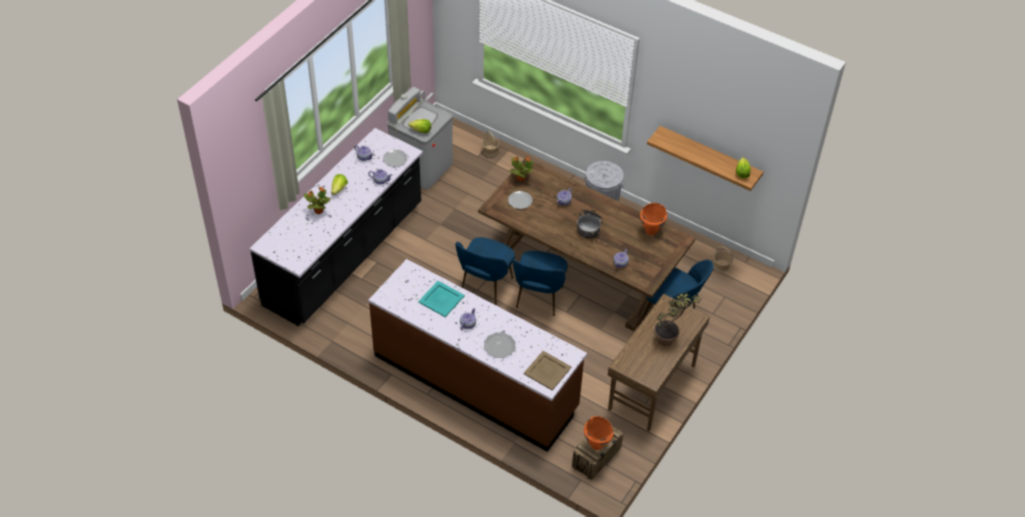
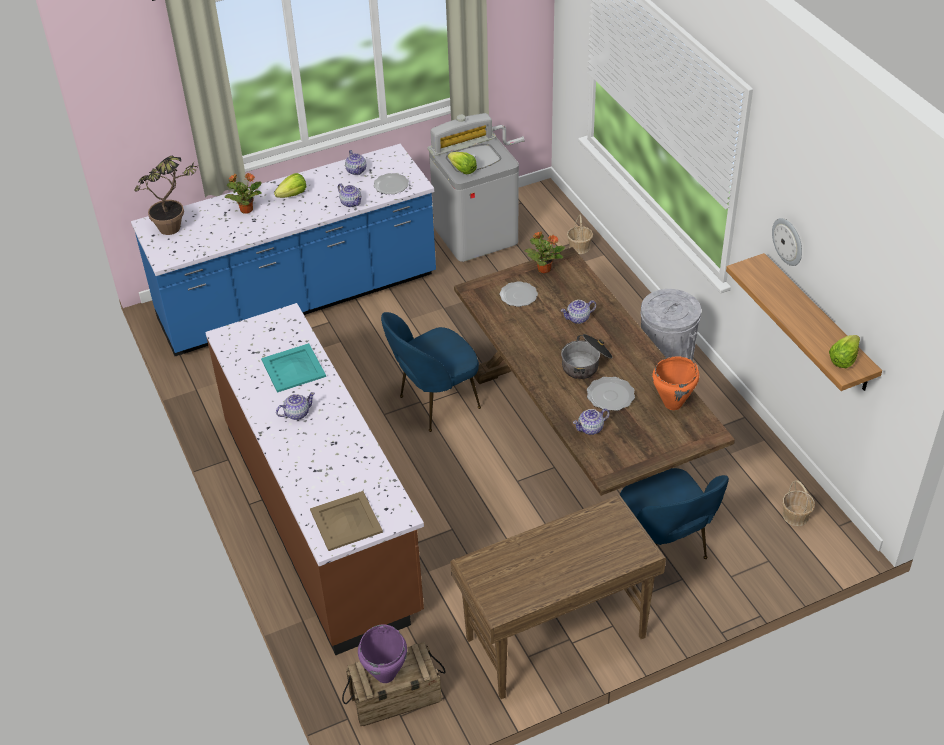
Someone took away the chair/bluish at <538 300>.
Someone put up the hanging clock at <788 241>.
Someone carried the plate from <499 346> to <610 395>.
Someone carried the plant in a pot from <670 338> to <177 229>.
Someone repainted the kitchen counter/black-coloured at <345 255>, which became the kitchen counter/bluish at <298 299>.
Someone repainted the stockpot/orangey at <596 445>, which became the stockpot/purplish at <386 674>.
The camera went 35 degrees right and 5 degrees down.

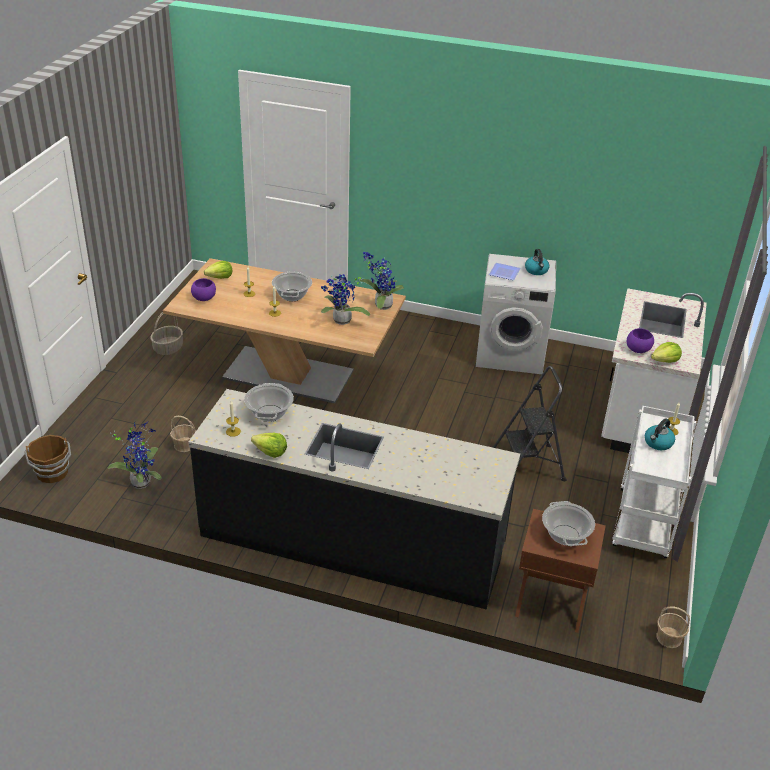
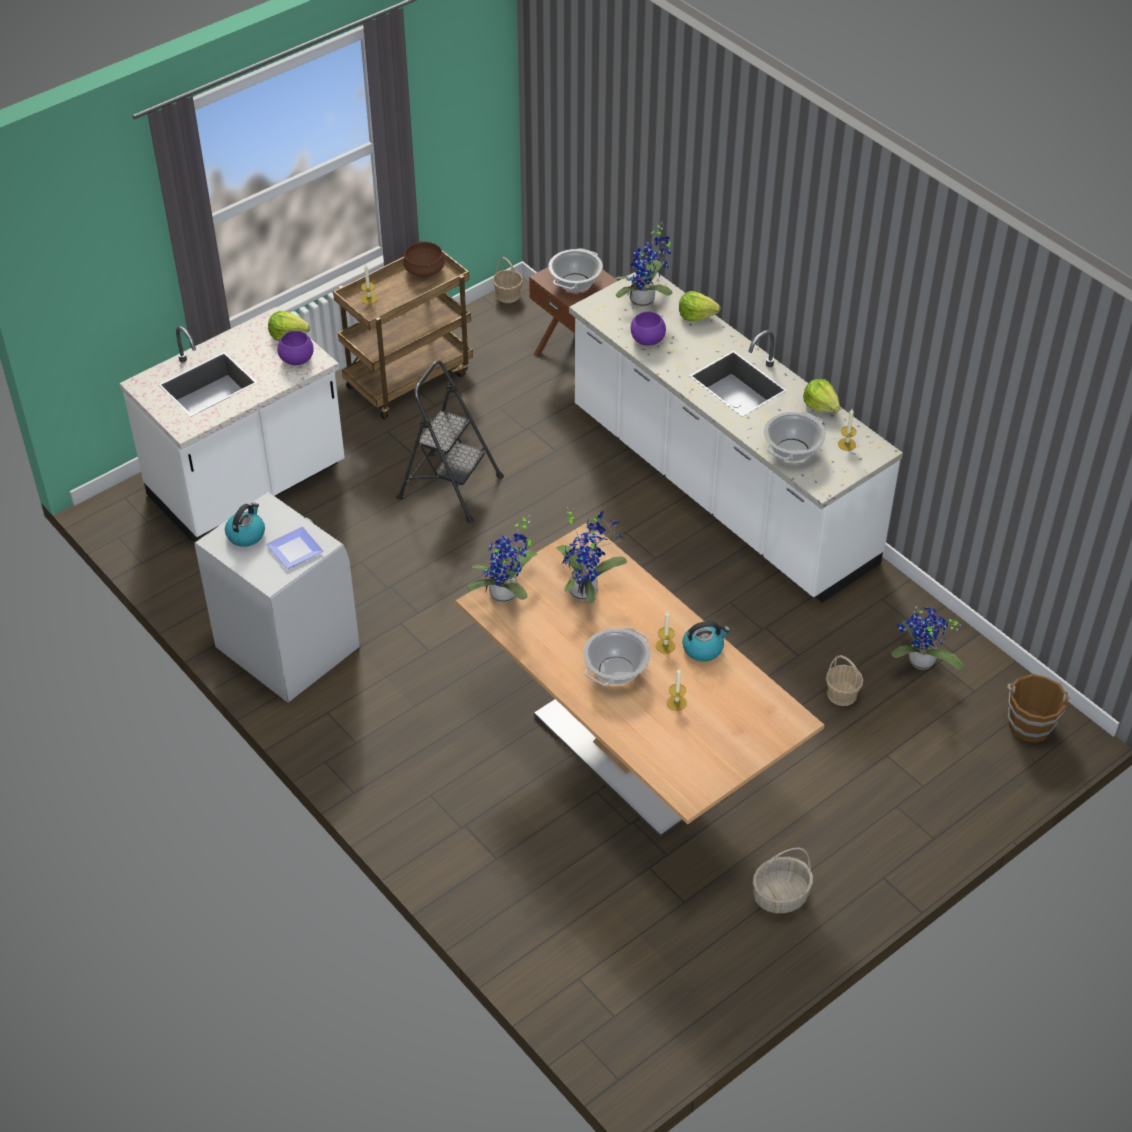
Someone put down the stockpot/brown at <424 270>.
Someone put down the plant in a pot at <645 301>.
Someone carried the bowl/purplish from <204 298> to <647 339>.
Someone carried the lettuce from <220 277> to <696 315>.
Someone carried the kettle from <658 443> to <703 648>.
Someone repainted the kitchen counter/black-coloured at <352 542>, which became the kitchen counter/white-coloured at <720 488>.
Someone repainted the cart/white-coloured at <643 525>, which became the cart/brown at <408 379>.
The camera went 145 degrees left and 10 degrees up.

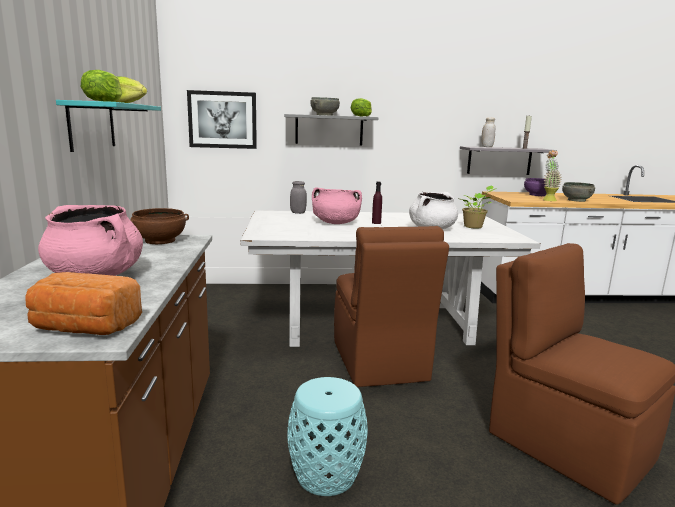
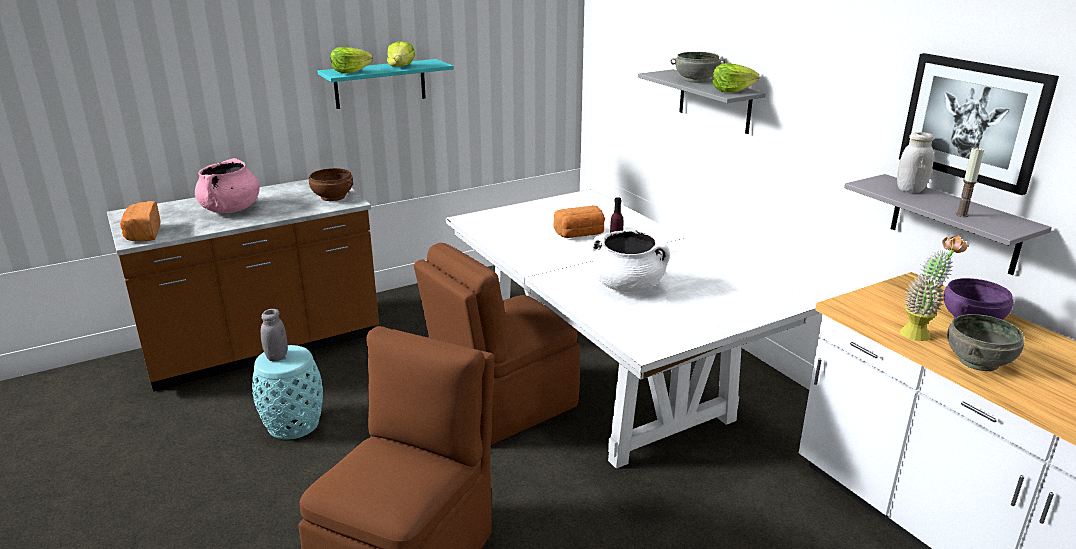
Someone took away the plant in a pot at <474 227>.
Someone carried the picture from <222 120> to <973 121>.
Someone carried the jar/gray from <298 213> to <276 356>.
Someone swapped the stockpot/pinkish at <335 223> for the bakery bread at <580 234>.
The camera went 65 degrees right and 10 degrees up.

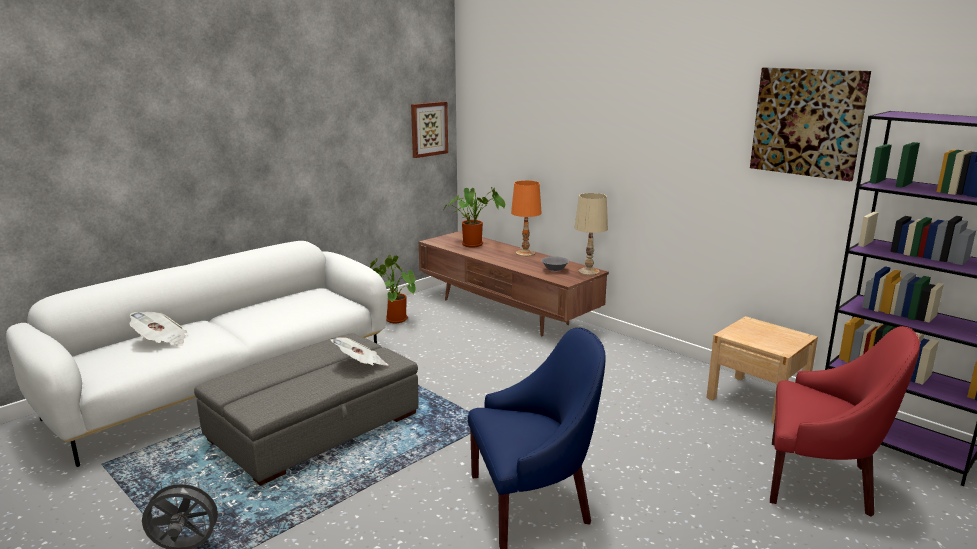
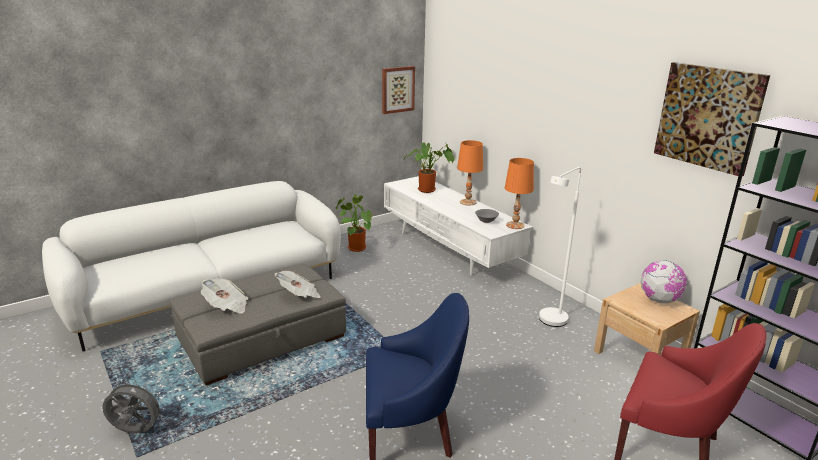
Someone put down the standing lamp/white-coloured at <550 322>.
Someone put down the world globe at <659 300>.
Someone carried the printed paper from <161 341> to <226 306>.
Someone repainted the tv unit/brown at <507 311>, which became the tv unit/white-coloured at <450 248>.
Someone repainted the tabletop lamp/beige-coloured at <588 271>, which became the tabletop lamp/orangey at <515 225>.
The camera went 10 degrees right and 5 degrees up.

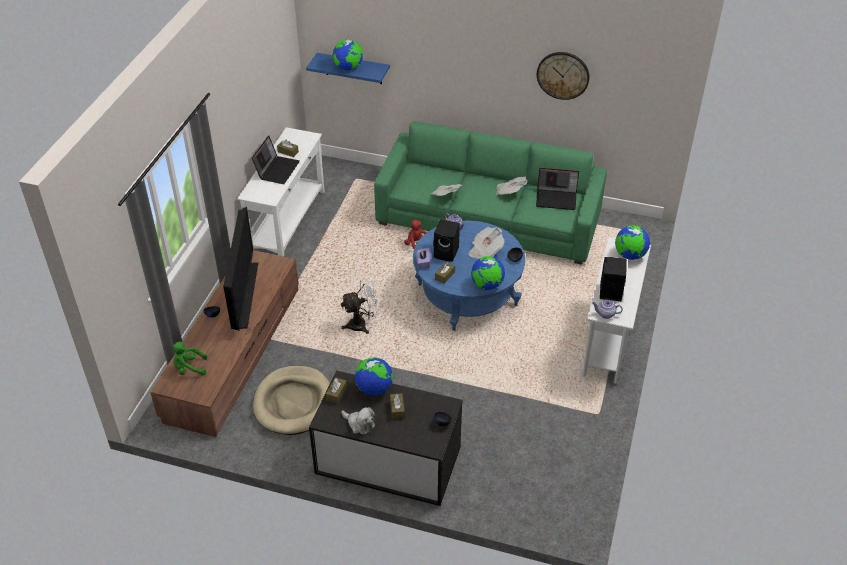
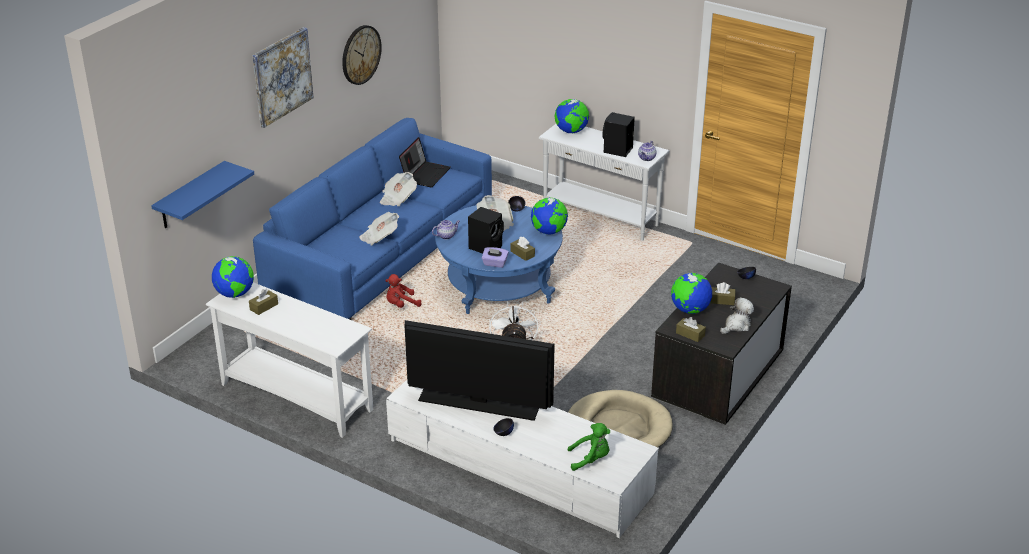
Someone took away the portable computer at <277 169>.
Someone put up the picture at <282 76>.
Someone carried the world globe from <348 68> to <235 294>.
Someone repainted the tv unit/brown at <233 351>, which became the tv unit/white-coloured at <518 467>.
Someone repainted the sofa/greenish at <489 218>, which became the sofa/bluish at <381 250>.
Someone rotated the soft toy/greenish at <189 368> by 105 degrees counterclockwise.
The camera went 75 degrees left and 10 degrees down.

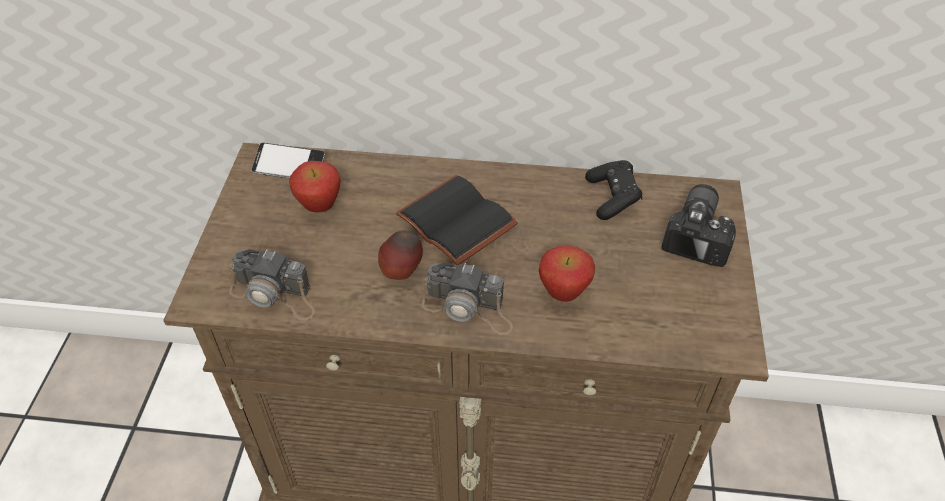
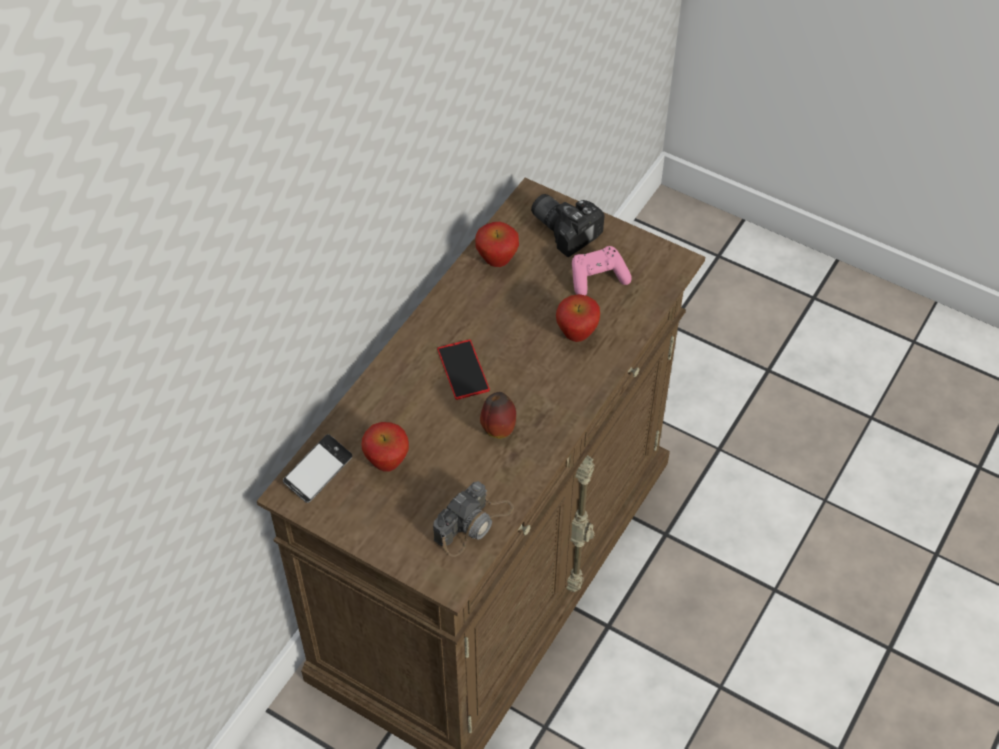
Someone took away the still camera at <469 308>.
Someone put down the joypad/pinkish at <597 278>.
Someone swapped the volume/black-coloured at <460 220> for the handset at <463 369>.
Someone swapped the joypad/black-coloured at <612 198> for the whole apple at <497 261>.
The camera went 65 degrees left and 5 degrees up.

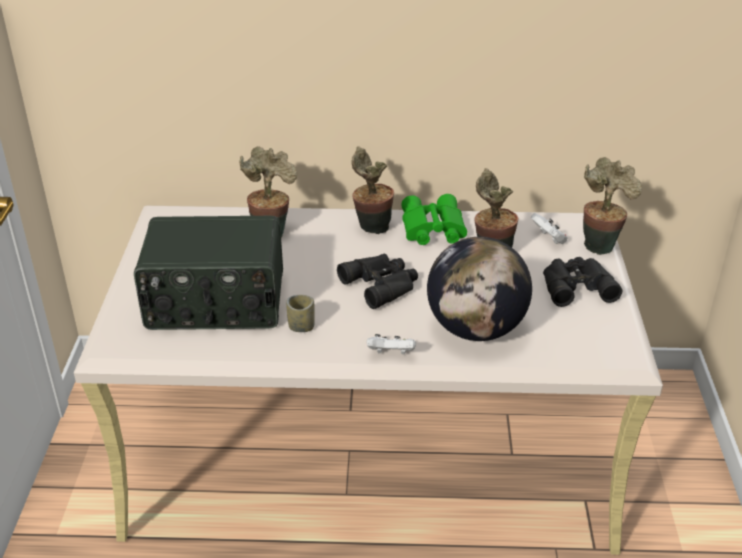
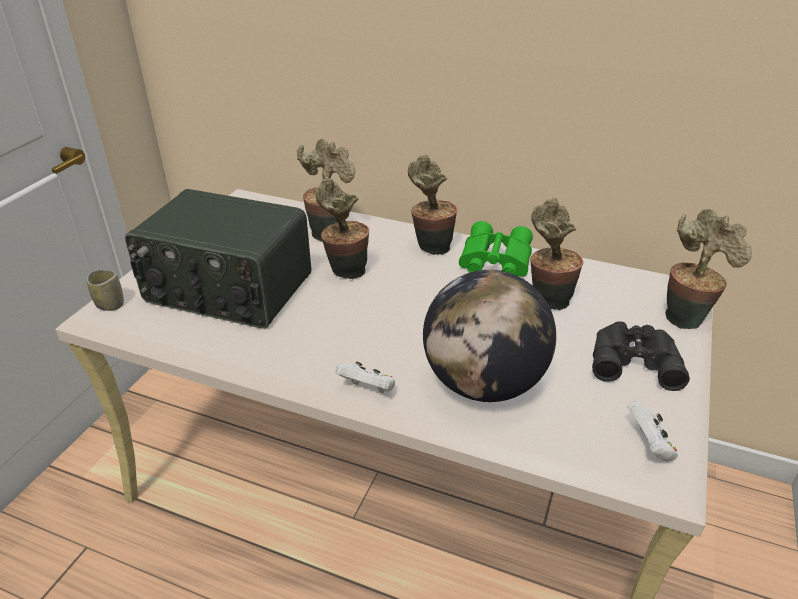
Someone took away the binoculars/black-coloured at <382 284>.
Someone put down the plant in a pot at <344 271>.
Someone carried the drinking cup from <301 326> to <110 304>.
Someone carried the joypad/white-coloured from <549 239> to <649 445>.
The camera went 20 degrees right and 0 degrees up.

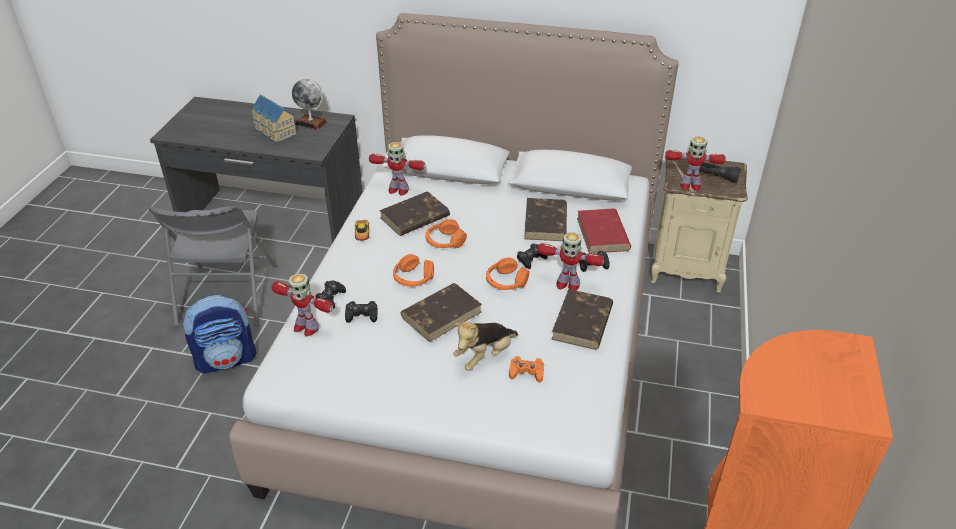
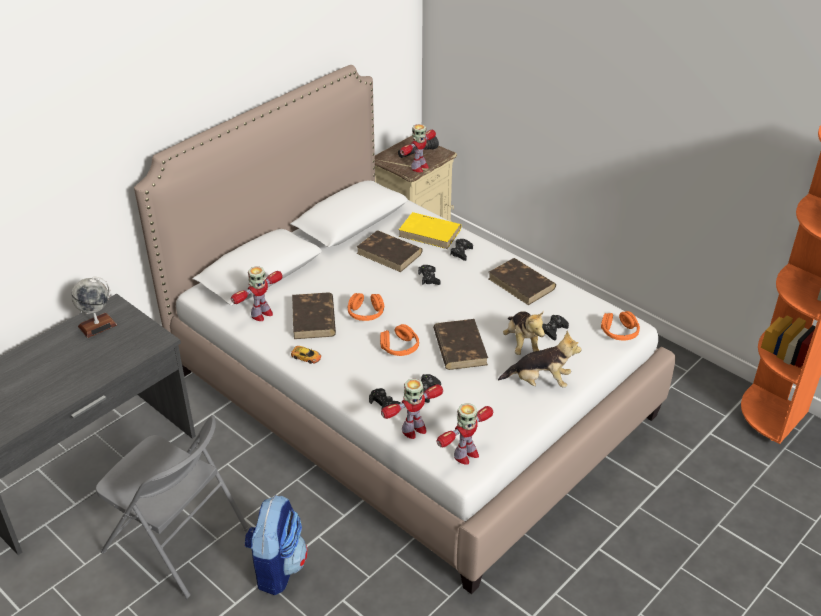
Someone took away the miniature house at <274 132>.
Someone put down the soft toy at <539 382>.
Someone carried the headset/orangey from <506 282> to <619 333>.
Someone carried the toy robot from <567 284> to <465 455>.
Someone repainted the joypad/orangey at <526 372>, which became the joypad/black-coloured at <553 330>.
Someone repainted the volume/reddish at <603 234>, which became the volume/yellow at <430 233>.
The camera went 60 degrees left and 0 degrees up.

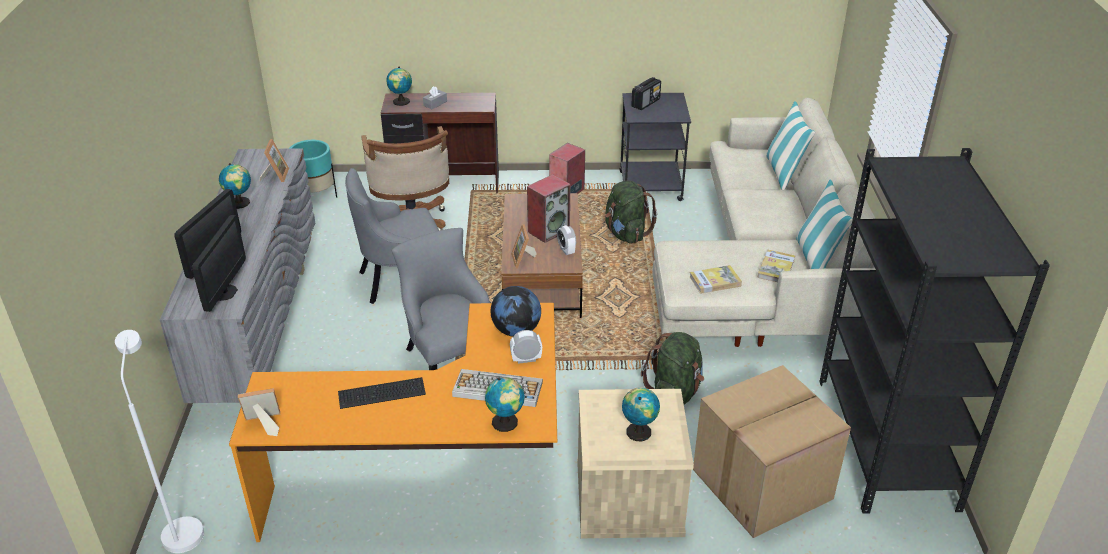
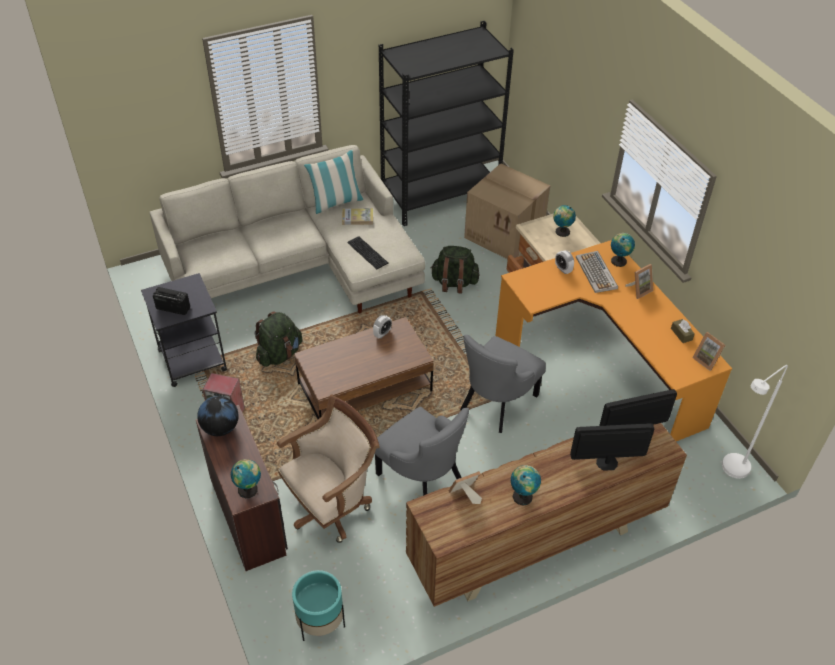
Someone took away the box of tissues/gray at <435 103>.
Someone took away the audio speaker at <548 230>.
Someone took away the volume at <715 281>.
Someone took away the cushion at <783 172>.
Someone put down the box of tissues/brown at <681 334>.
Someone carried the computer keyboard from <383 394> to <368 252>.
Someone carried the world globe from <516 331> to <220 428>.
Someone carried the picture frame from <523 260> to <639 290>.
Someone repainted the storage cabinet/gray at <261 327>, which became the storage cabinet/brown at <536 545>.
The camera went 115 degrees left and 10 degrees up.

